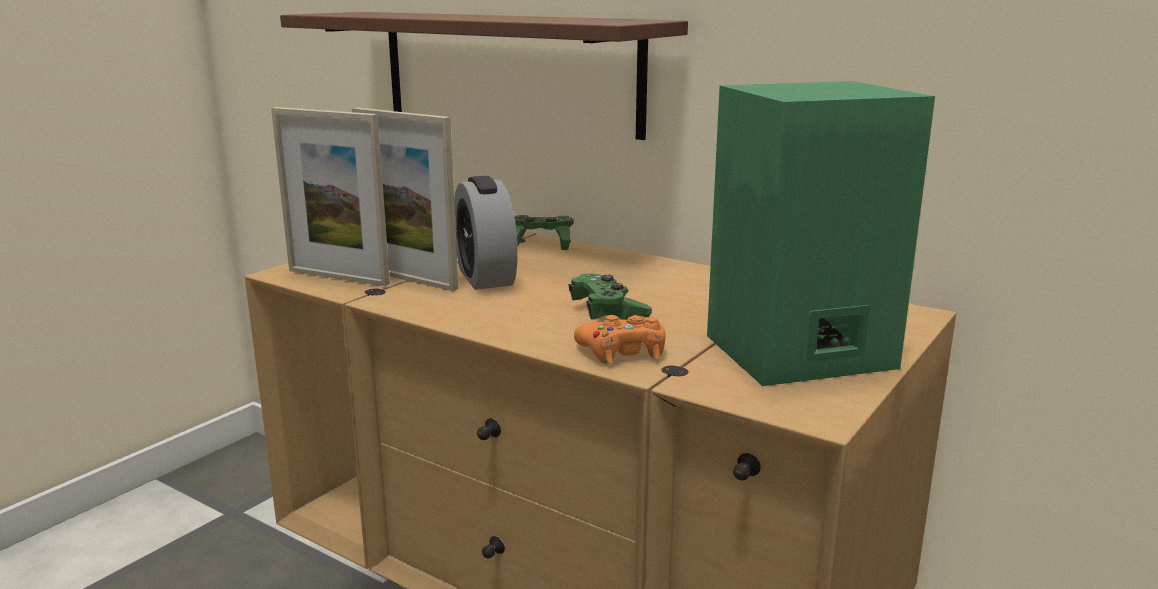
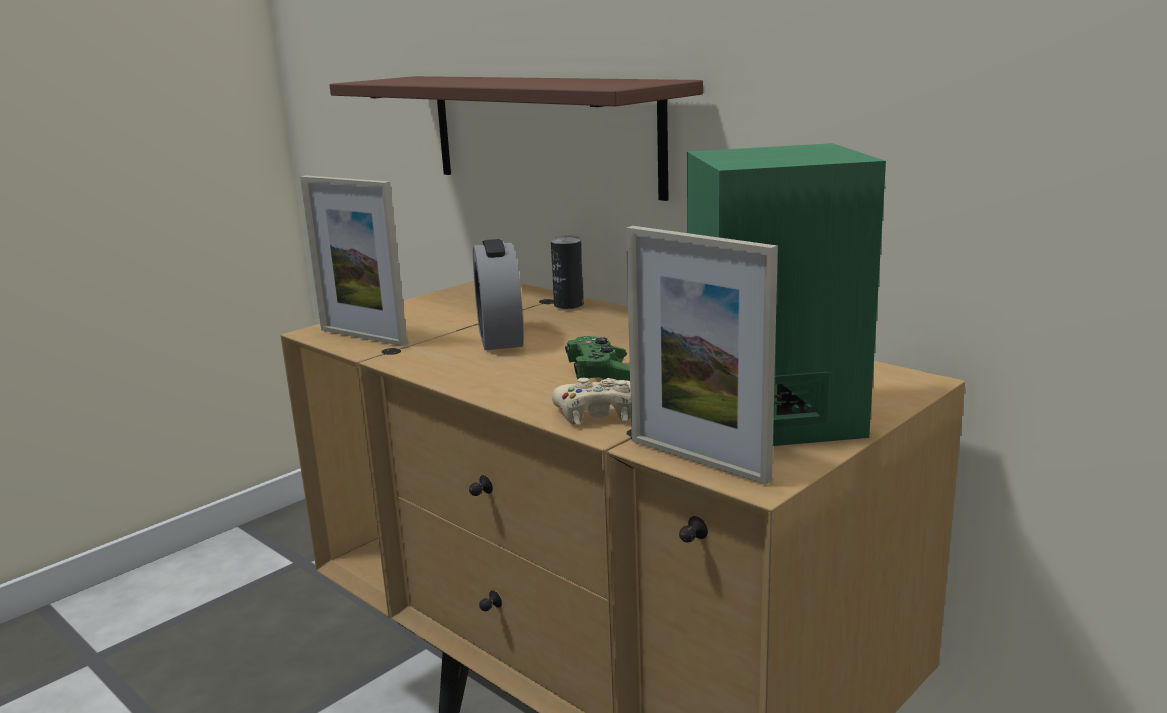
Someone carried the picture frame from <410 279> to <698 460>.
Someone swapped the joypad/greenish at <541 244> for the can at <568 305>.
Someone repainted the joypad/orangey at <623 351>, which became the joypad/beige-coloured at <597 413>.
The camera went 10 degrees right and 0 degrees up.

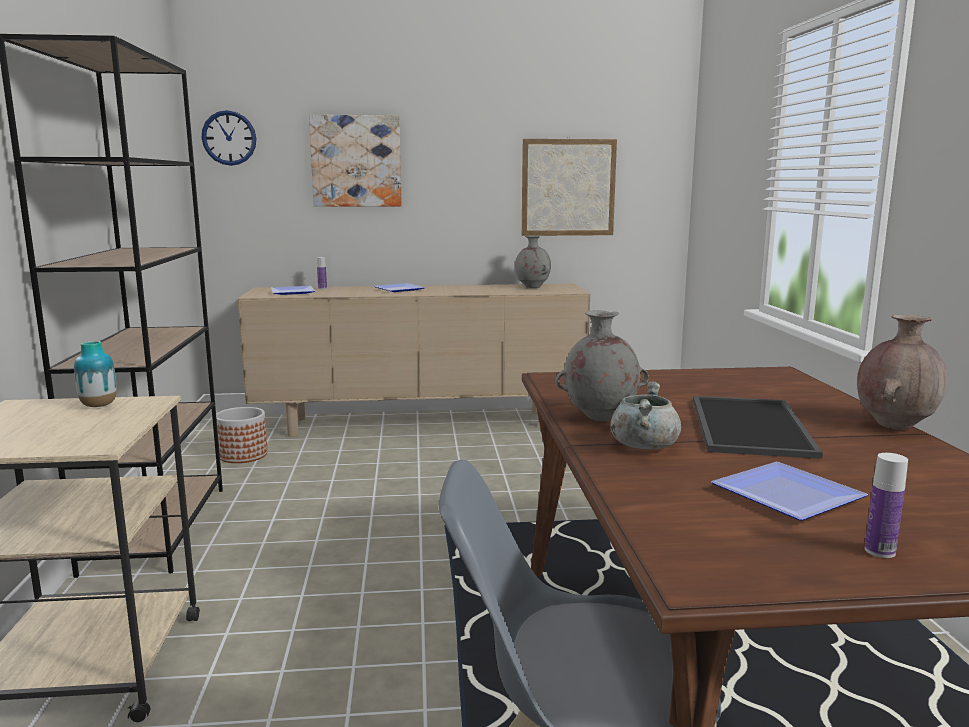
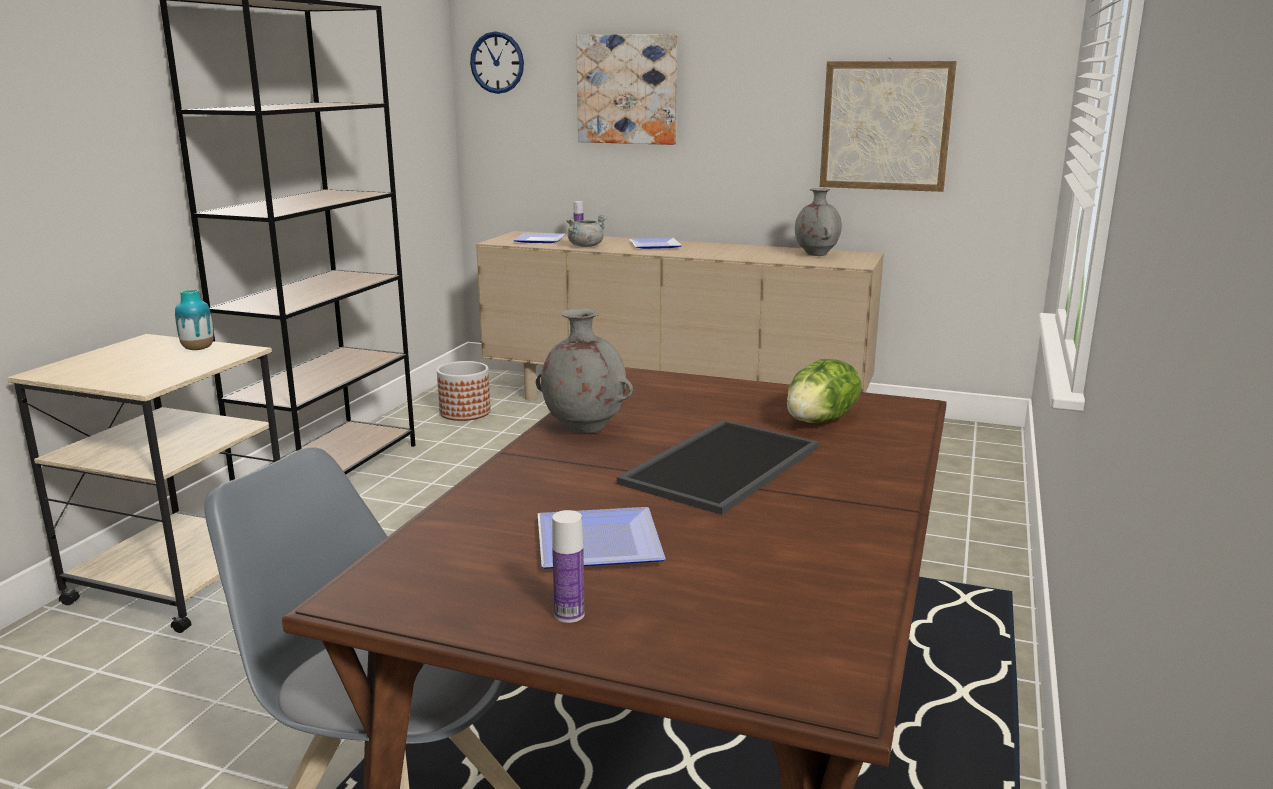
Someone took away the vase/brown at <894 425>.
Someone put down the lettuce at <821 420>.
Someone carried the stockpot/gray from <643 445> to <585 246>.
The camera went 25 degrees right and 5 degrees up.

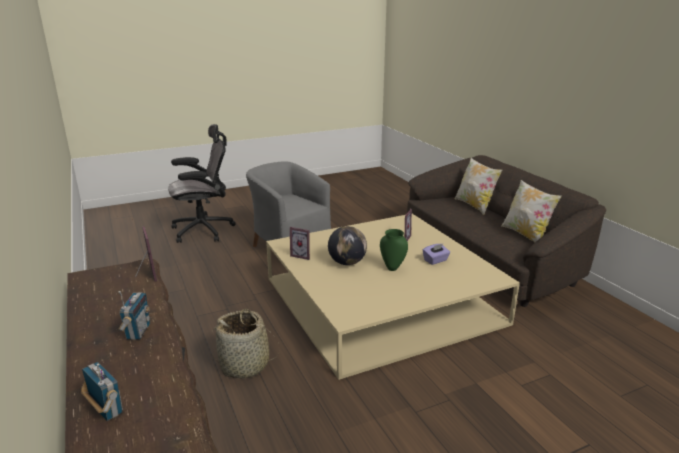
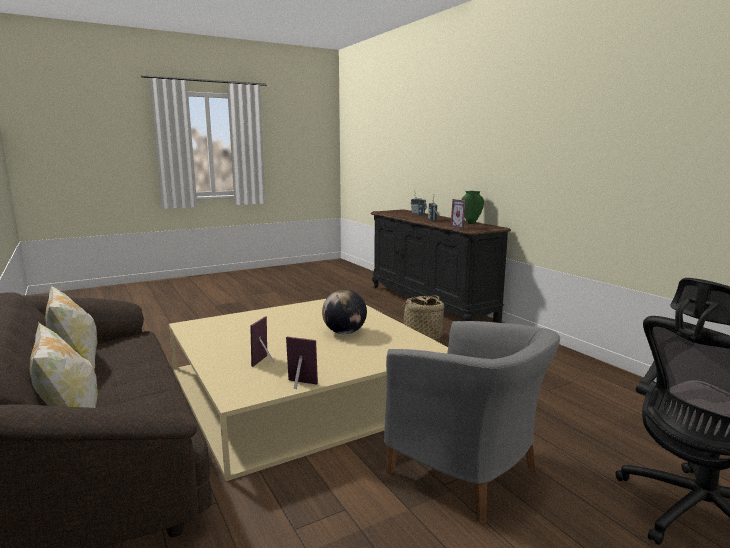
Someone took away the box of tissues/purplish at <435 260>.
Someone carried the picture frame from <302 255> to <299 385>.
Someone carried the vase/greenish from <393 268> to <471 223>.
The camera went 175 degrees right and 10 degrees down.

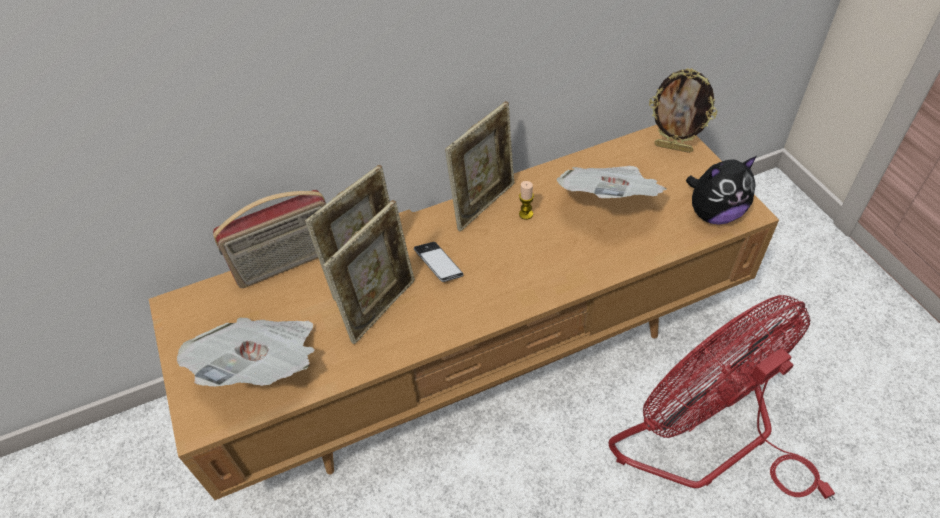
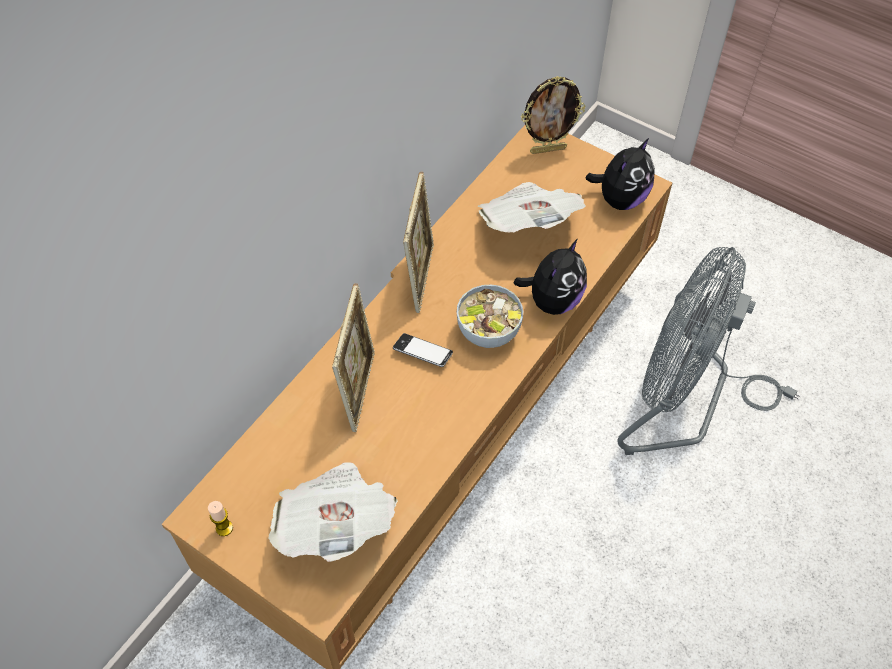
Someone took away the radio set at <287 264>.
Someone took away the picture frame at <381 308>.
Someone put down the bowl at <488 332>.
Someone put down the soft toy at <552 300>.
Someone carried the wax light from <526 214> to <224 528>.
Someone repainted the fan/reddish at <718 437>, which became the fan/gray at <690 391>.
The camera went 35 degrees left and 5 degrees up.

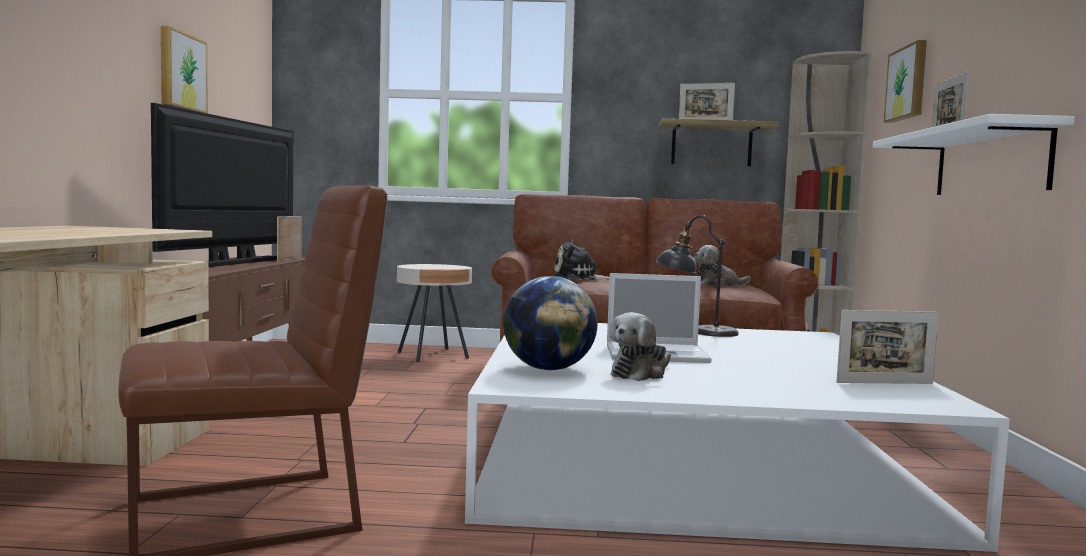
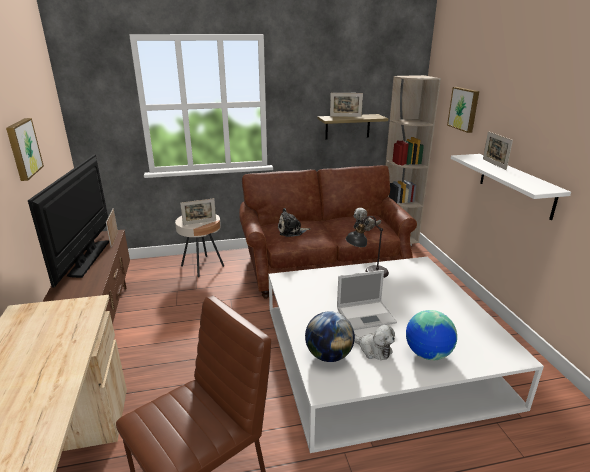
Someone put down the world globe at <427 354>.
Someone carried the picture frame from <885 383> to <199 222>.
Someone rotated the soft toy at <640 373> by 75 degrees counterclockwise.
The camera went 15 degrees left and 20 degrees up.

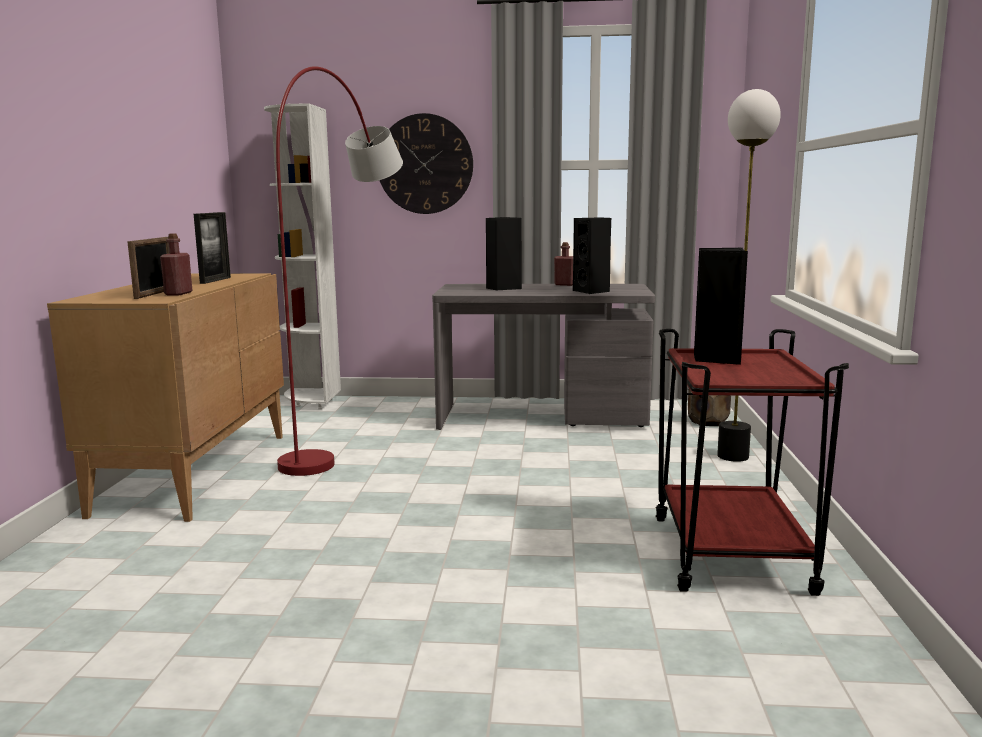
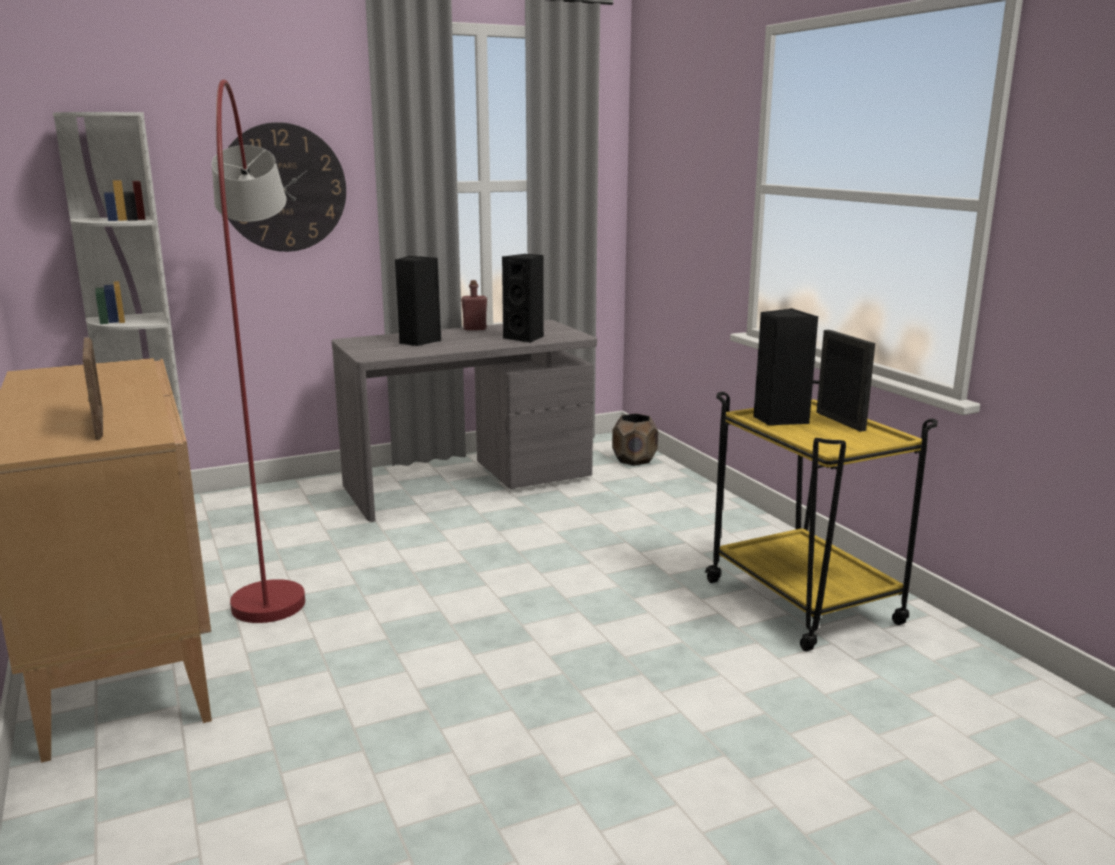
Someone took away the beverage bottle/reddish at <178 293>.
Someone took away the standing lamp at <733 456>.
Someone carried the picture frame from <215 280> to <840 421>.
Someone repainted the cart/reddish at <730 555>, which became the cart/yellow at <803 603>.
The camera went 30 degrees left and 5 degrees up.

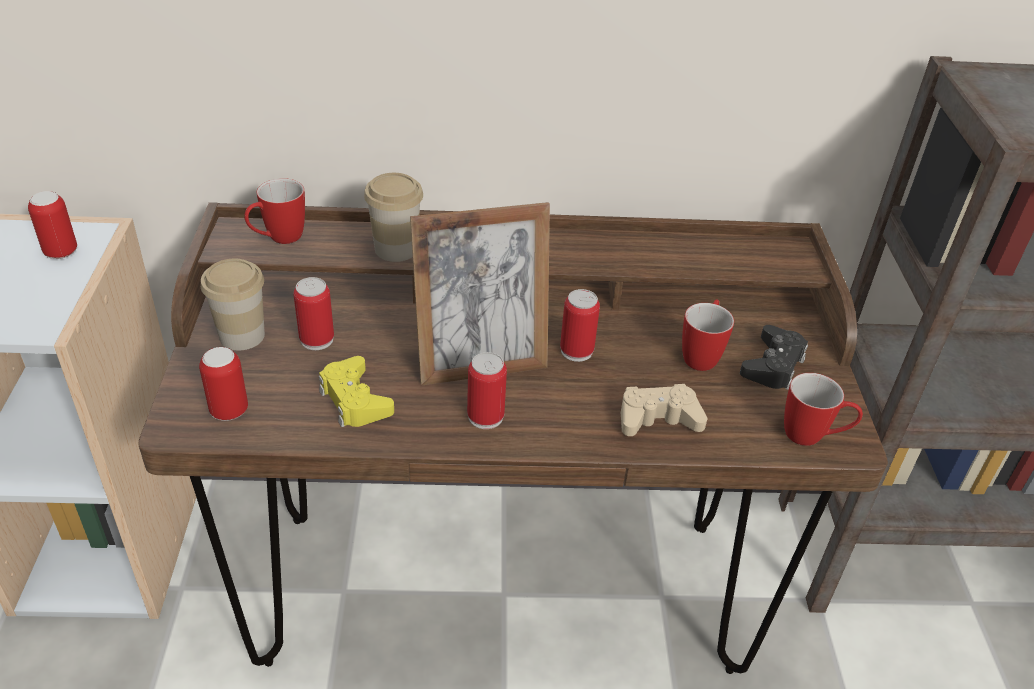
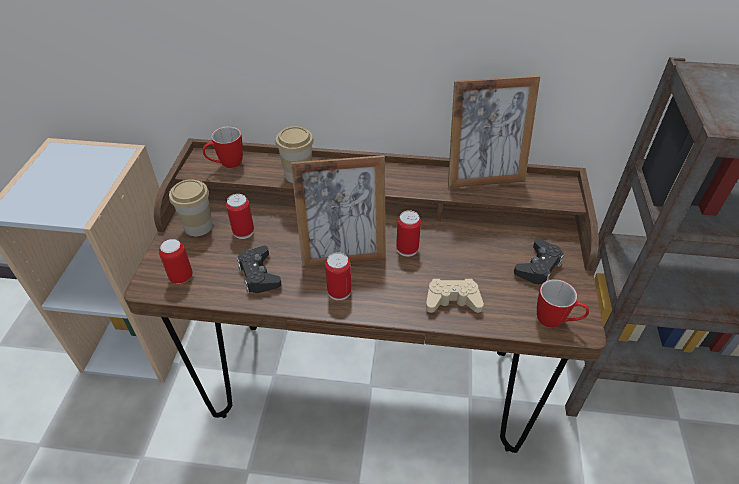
Someone took away the can at <61 252>.
Someone took away the tea mug at <701 355>.
Someone put down the picture frame at <483 177>.
Someone repainted the joypad/yellow at <354 400>, which became the joypad/black-coloured at <259 274>.
The camera went 10 degrees right and 5 degrees up.

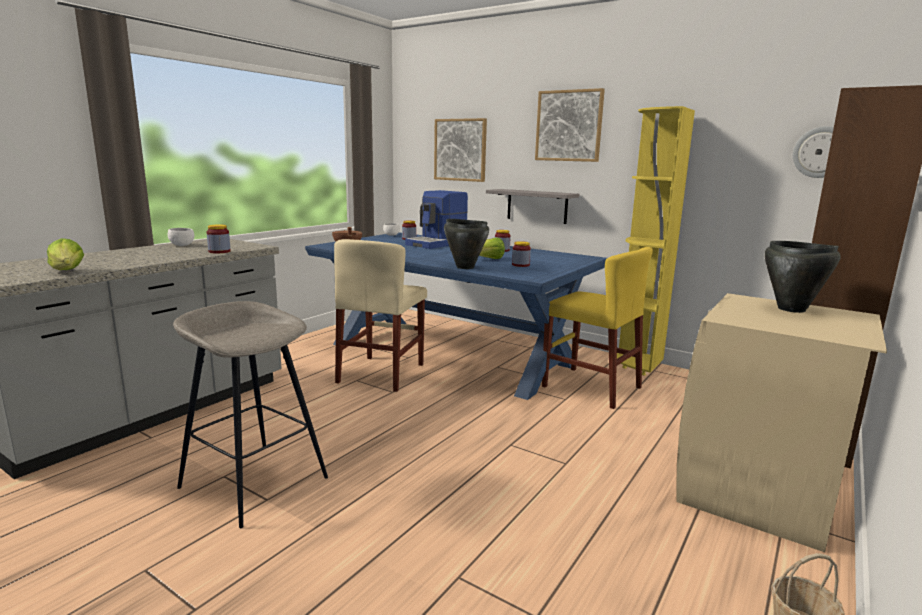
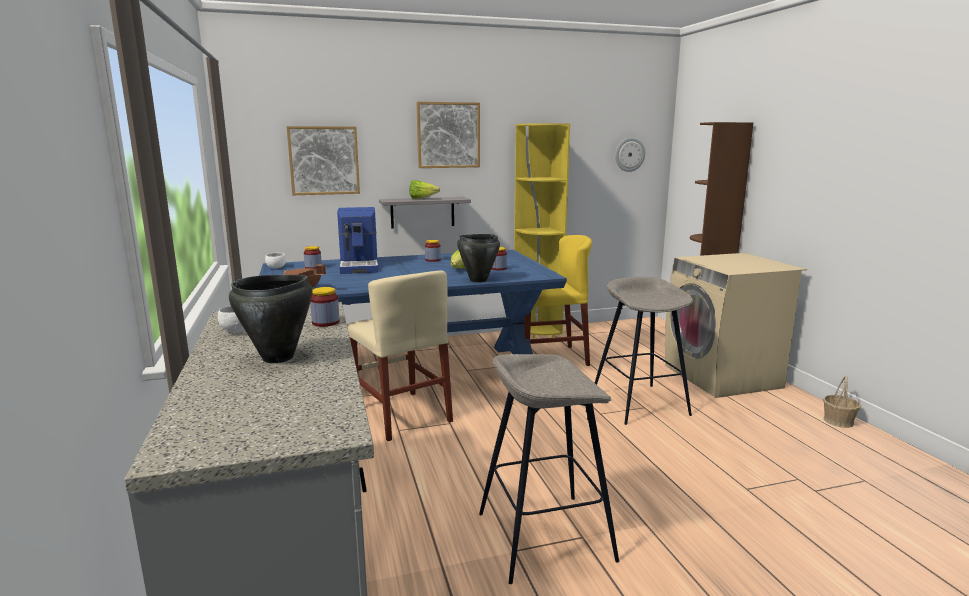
Someone put down the stool seat/gray at <639 403>.
Someone carried the lettuce from <67 272> to <422 198>.
Someone carried the stockpot/black-coloured from <791 309> to <278 358>.
The camera went 50 degrees left and 0 degrees up.

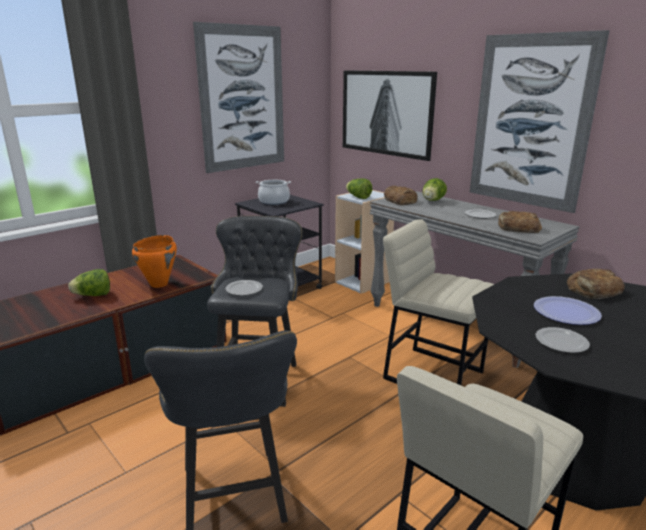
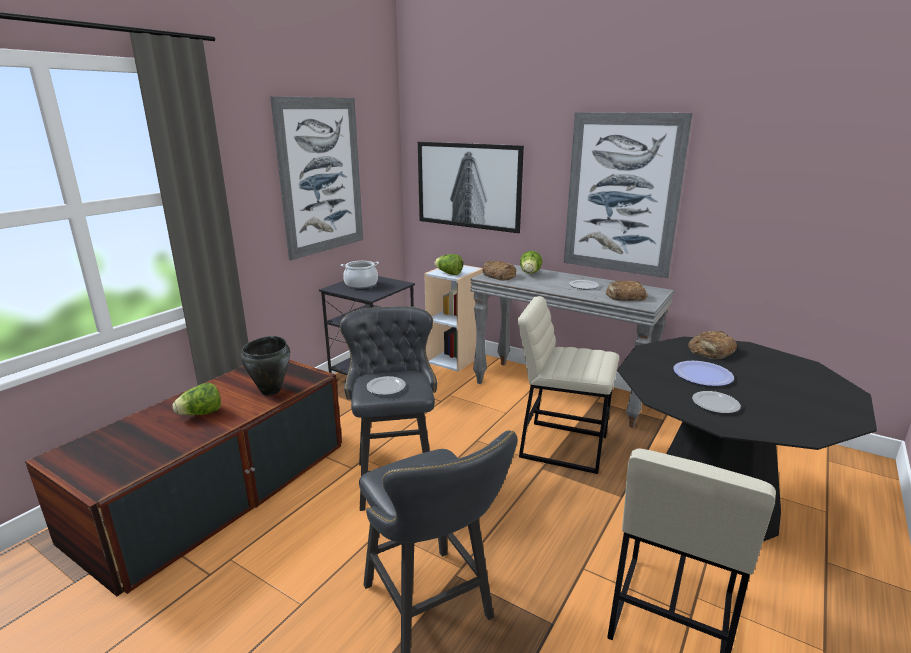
Someone repainted the stockpot/orangey at <159 284>, which became the stockpot/black-coloured at <271 391>.
The camera went 15 degrees left and 0 degrees up.

